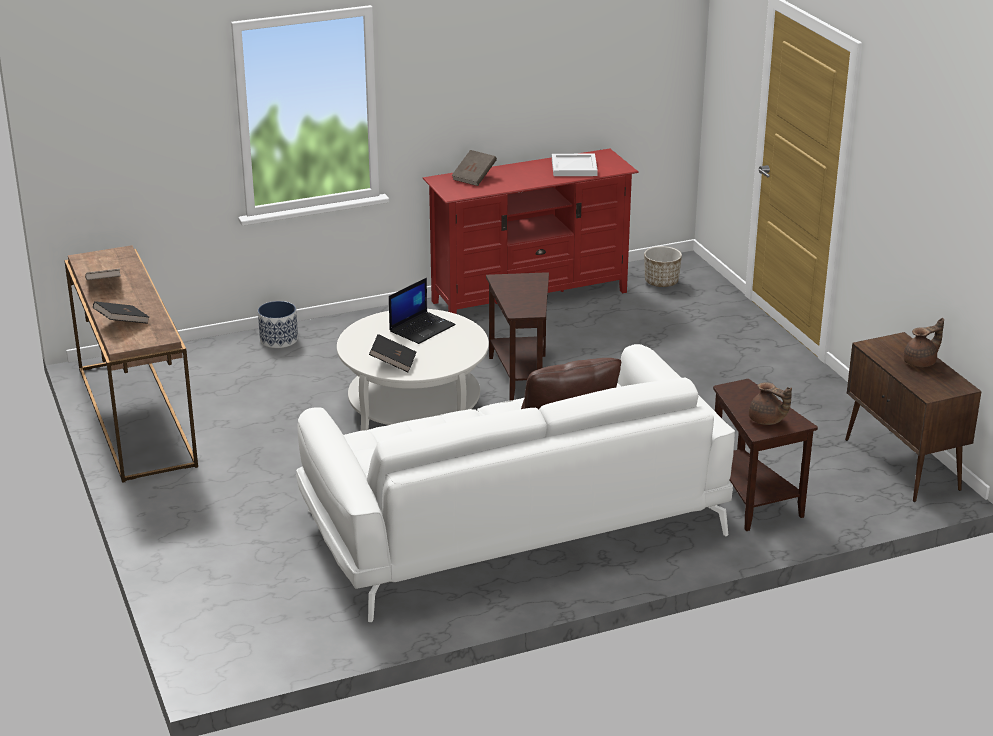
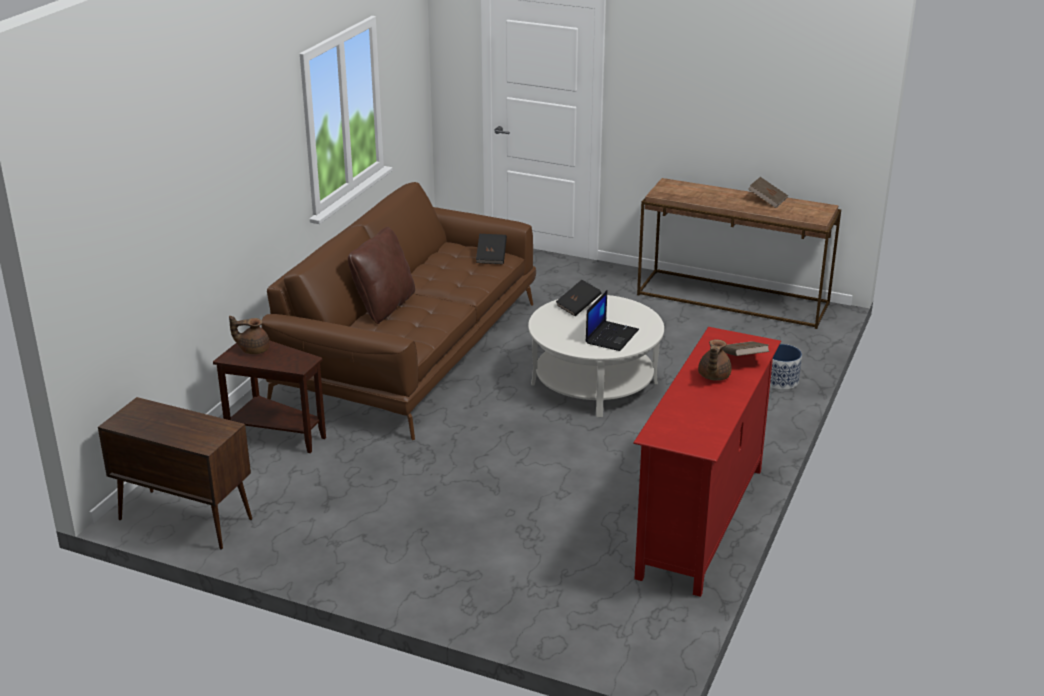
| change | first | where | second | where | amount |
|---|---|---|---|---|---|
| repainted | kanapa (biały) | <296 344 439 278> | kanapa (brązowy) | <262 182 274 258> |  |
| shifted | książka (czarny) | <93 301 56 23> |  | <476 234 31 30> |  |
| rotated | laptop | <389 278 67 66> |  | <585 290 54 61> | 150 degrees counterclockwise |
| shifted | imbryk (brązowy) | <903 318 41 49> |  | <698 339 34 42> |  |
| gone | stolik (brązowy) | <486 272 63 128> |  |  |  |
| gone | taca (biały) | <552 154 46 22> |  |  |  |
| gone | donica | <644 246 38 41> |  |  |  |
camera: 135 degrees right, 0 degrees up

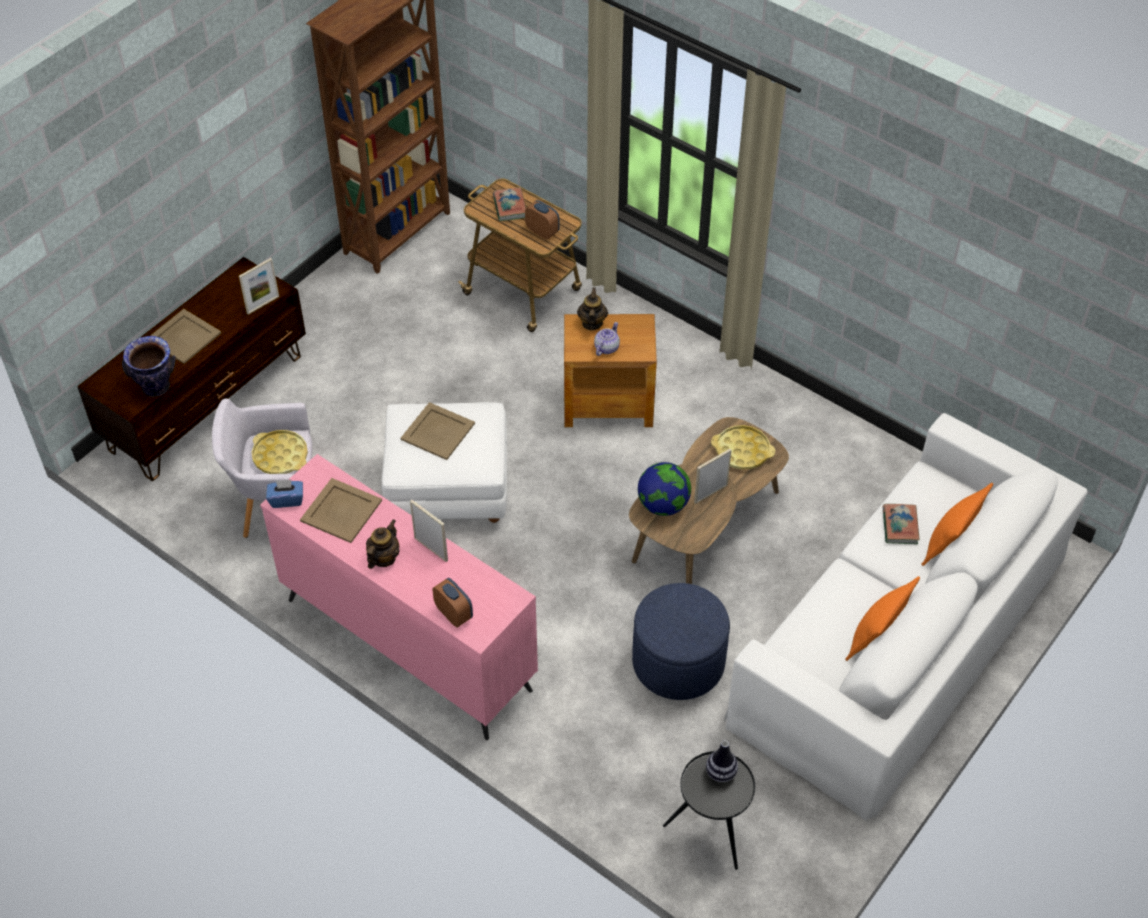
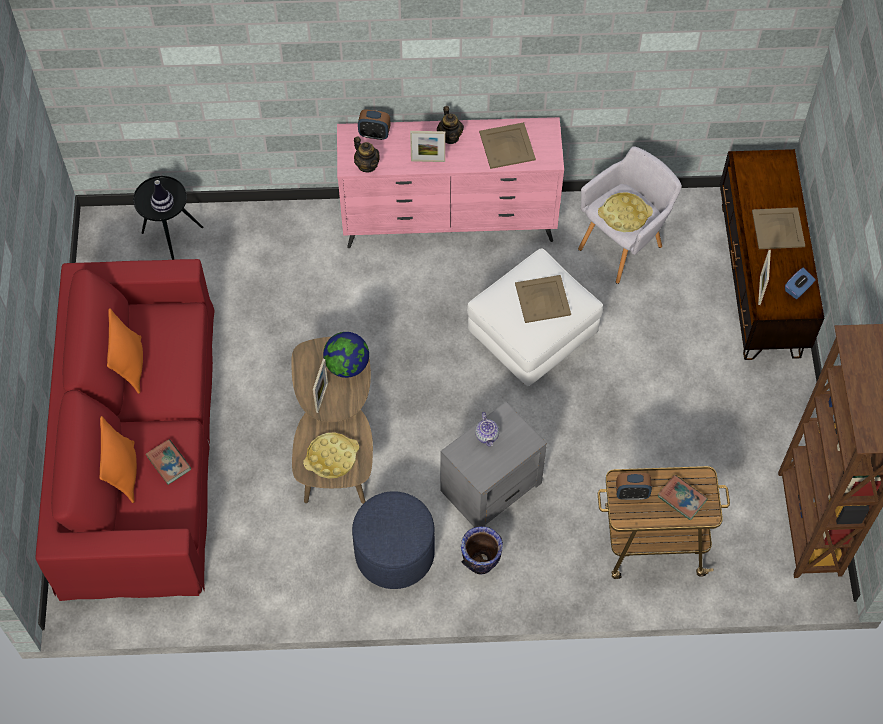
| change | first | where | second | where | amount |
|---|---|---|---|---|---|
| repainted | kanapa (biały) | <724 413 364 408> | kanapa (czerwony) | <35 259 180 342> |  |
| shifted | pufa (niebieski) | <632 583 98 117> |  | <352 491 83 98> |  |
| shifted | imbryk | <577 287 31 44> |  | <354 136 26 36> |  |
| repainted | stolik (brązowy) | <564 314 93 113> | stolik (szary) | <441 402 106 125> |  |
| shifted | wazon | <122 336 54 61> |  | <461 526 42 49> |  |
| shifted | pudełko chusteczek (niebieski) | <266 480 37 28> |  | <785 268 30 31> |  |
camera: 140 degrees right, 10 degrees up

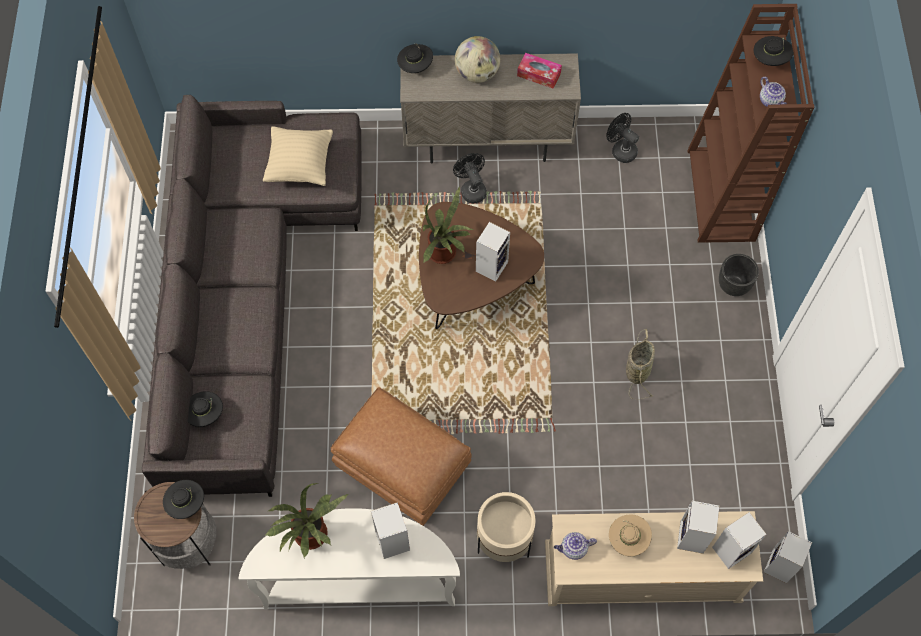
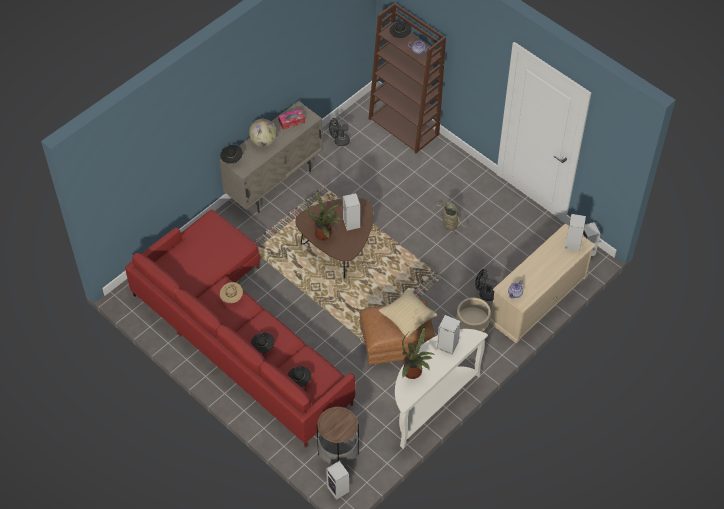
| change | first | where | second | where | amount |
|---|---|---|---|---|---|
| repainted | kanapa (szary) | <142 95 220 402> | kanapa (czerwony) | <125 210 230 238> |  |
| shifted | kapelusz (beżowy) | <609 514 43 43> |  | <220 282 23 21> |  |
| shifted | kapelusz (czarny) | <163 480 41 39> |  | <251 333 23 20> |  |
| shifted | głośnik | <677 501 42 53> |  | <326 461 23 39> |  |
| shifted | poduszka (beżowy) | <263 127 70 59> |  | <379 288 58 49> |  |
| shifted | wentylator (czarny) | <453 153 34 51> |  | <475 269 22 32> |  |
| gone | donica (czarny) | <719 254 40 42> |  |  |  |
camera: 45 degrees left, 10 degrees down

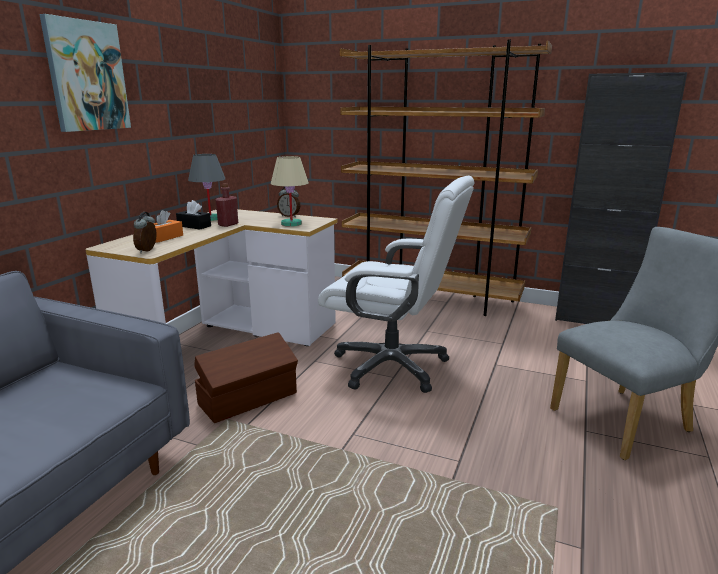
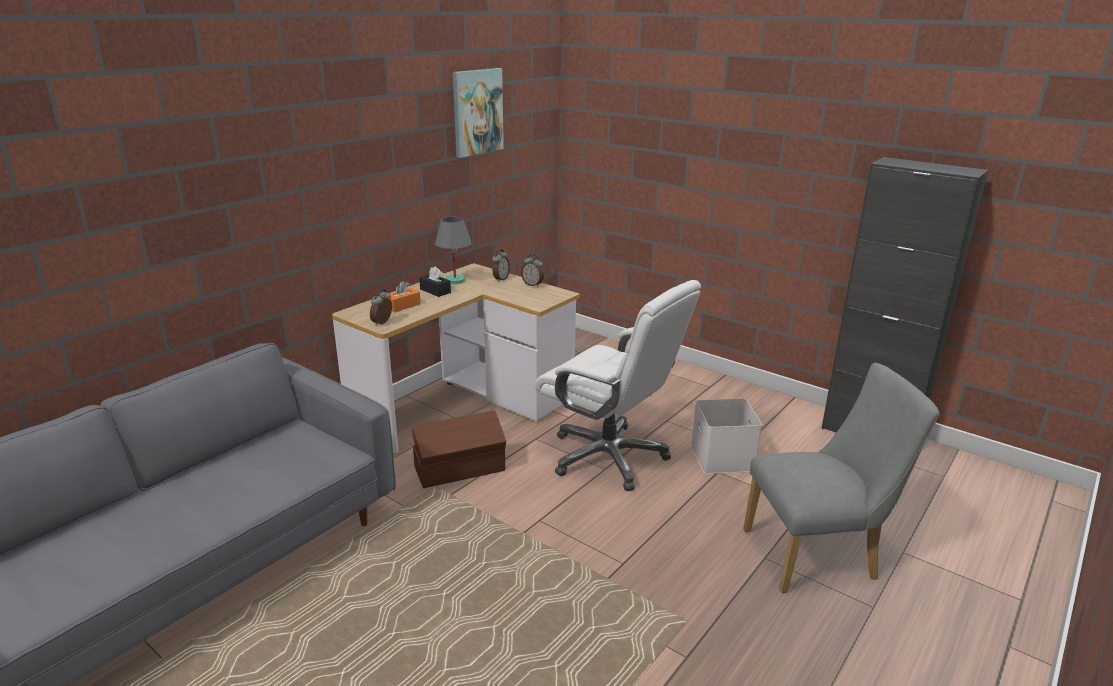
| change | first | where | second | where | amount |
|---|---|---|---|---|---|
| shifted | obraz | <39 14 92 118> |  | <453 68 51 90> |  |
| new |  |  | budzik | <492 249 18 33> |  |
| new |  |  | pojemnik do przechowywania (biały) | <691 398 71 76> |  |
| gone | butelka (czerwony) | <216 183 22 44> |  |  |  |
| gone | lampa stołowa (beżowy) | <271 156 38 71> |  |  |  |
| gone | regał (brązowy) | <340 39 212 277> |  |  |  |
camera: 15 degrees right, 5 degrees up

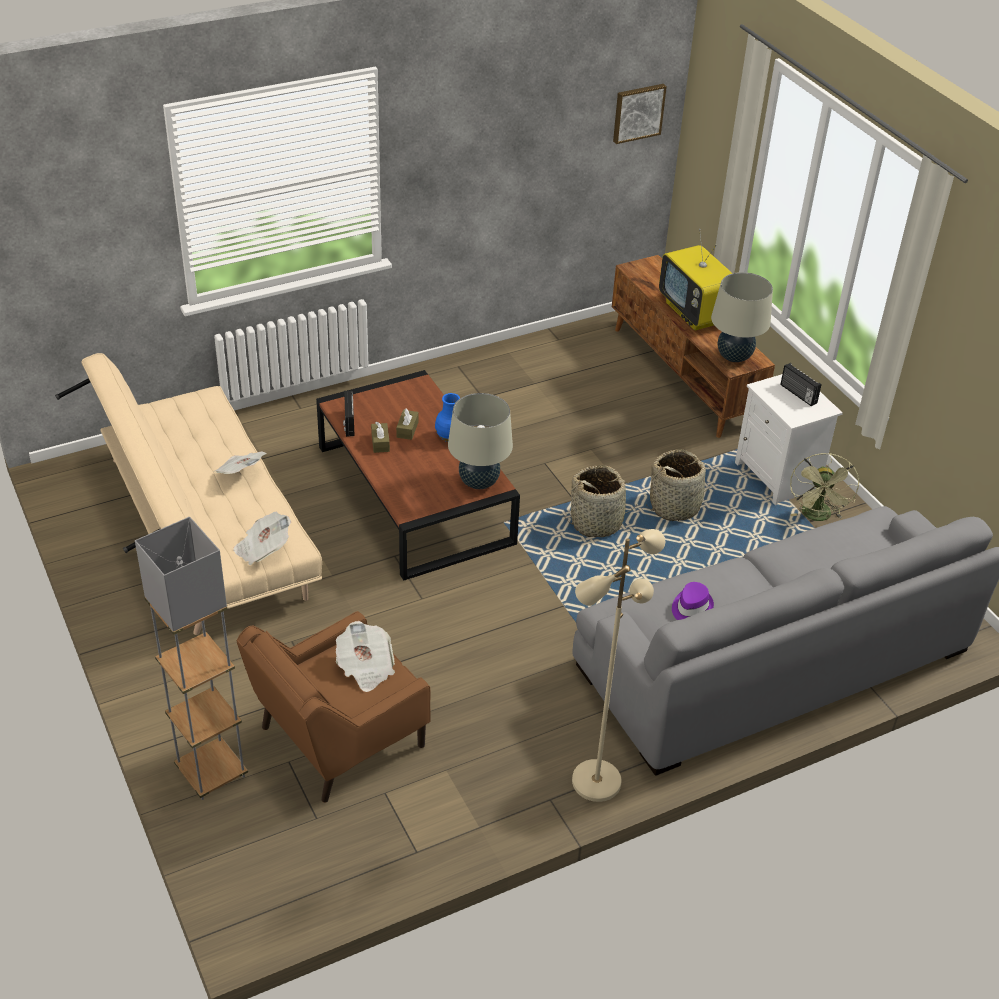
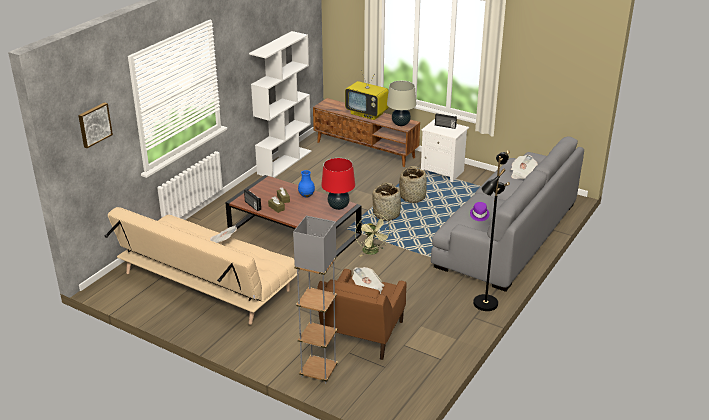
| change | first | where | second | where | amount |
|---|---|---|---|---|---|
| shifted | obraz | <613 84 54 60> |  | <78 102 35 46> |  |
| new |  |  | regał (biały) | <249 31 62 147> |  |
| repainted | lampa stołowa (beżowy) | <448 393 65 96> | lampa stołowa (czerwony) | <321 158 34 52> |  |
| shifted | wentylator (zielony) | <790 453 69 68> |  | <355 214 37 43> |  |
| repainted | lampa stojąca (beżowy) | <572 529 93 273> | lampa stojąca (czarny) | <473 150 37 161> |  |
| shifted | gazeta | <233 512 58 53> |  | <511 155 27 24> |  |
camera: 30 degrees left, 10 degrees down

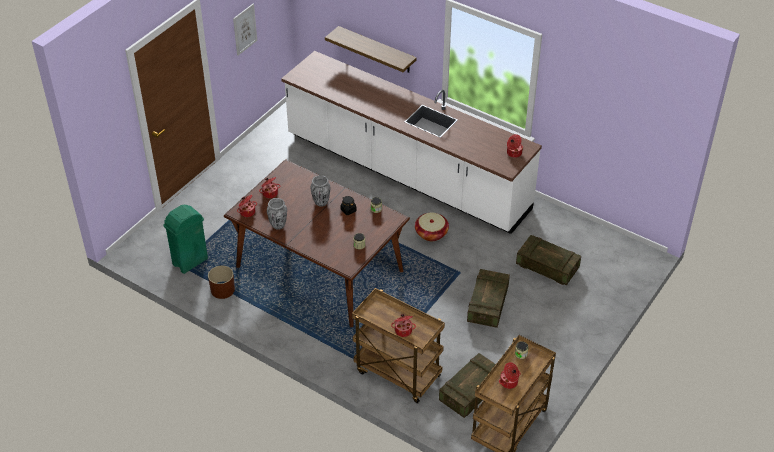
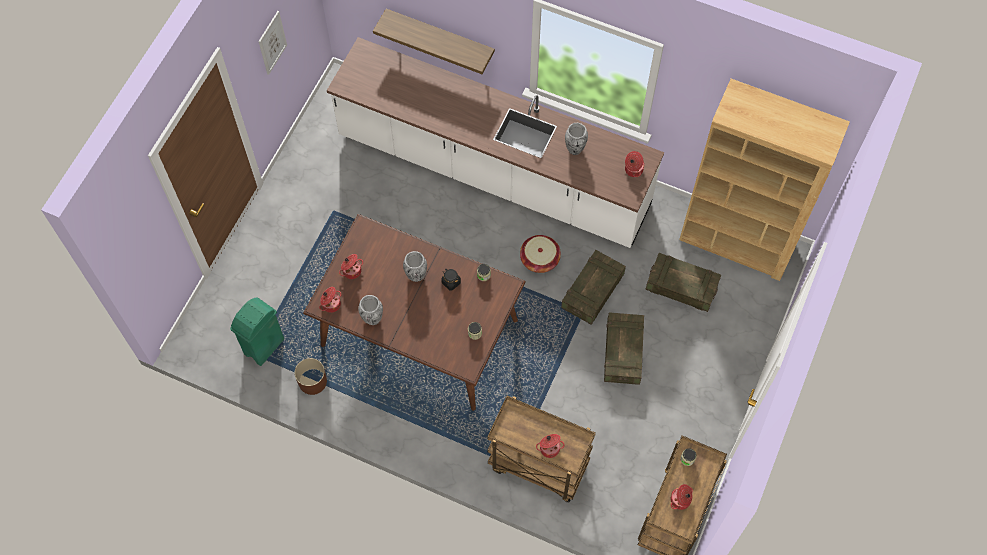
| change | first | where | second | where | amount |
|---|---|---|---|---|---|
| shifted | skrzynka | <439 353 57 65> |  | <561 250 65 75> |  |
| new |  |  | wazon | <565 123 23 32> |  |
| new |  |  | regał (brązowy) | <679 79 171 202> |  |
camera: 10 degrees left, 20 degrees up

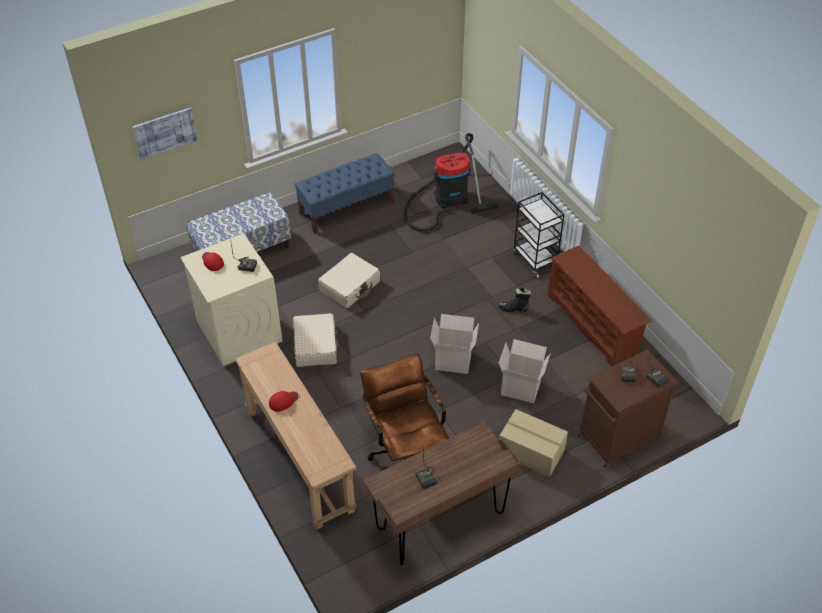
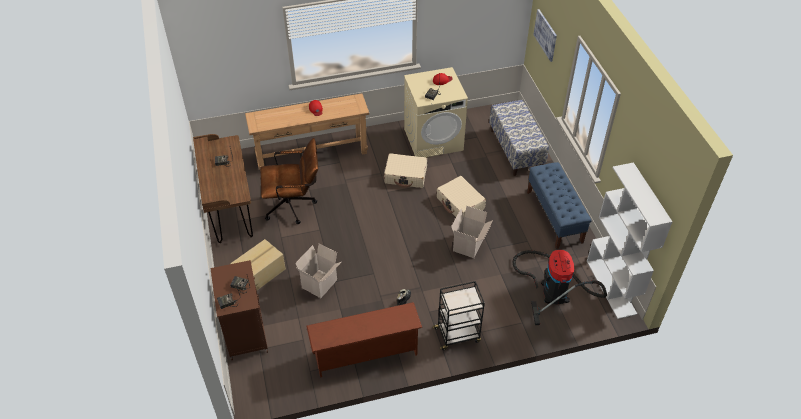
| change | first | where | second | where | amount |
|---|---|---|---|---|---|
| shifted | karton | <430 314 49 60> |  | <451 206 42 52> |  |
| new |  |  | regał (biały) | <587 162 86 157> |  |
camera: 105 degrees right, 0 degrees up

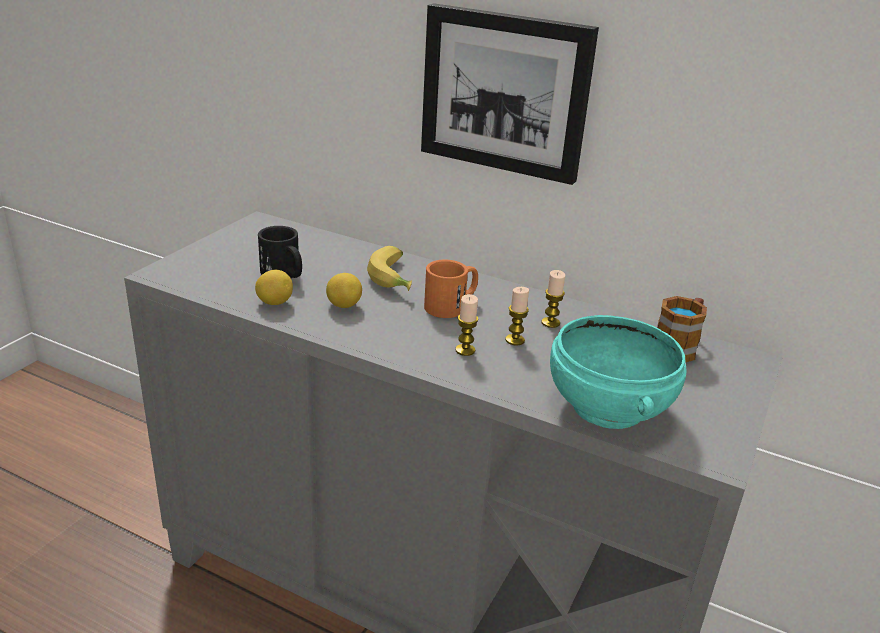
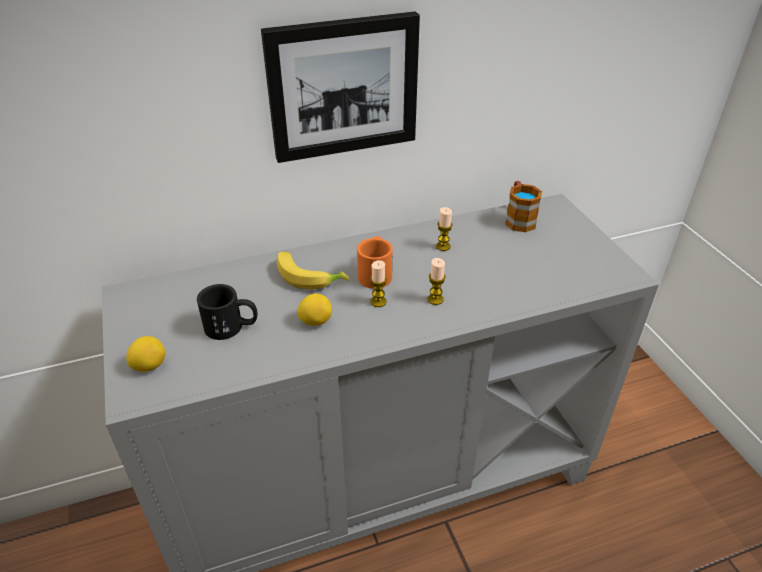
| change | first | where | second | where | amount |
|---|---|---|---|---|---|
| shifted | cytryna | <255 270 38 35> |  | <126 336 39 36> |  |
| shifted | świeca | <505 287 24 58> |  | <370 260 17 47> |  |
| gone | miska (turkusowy) | <550 315 137 114> |  |  |  |
camera: 45 degrees left, 10 degrees up

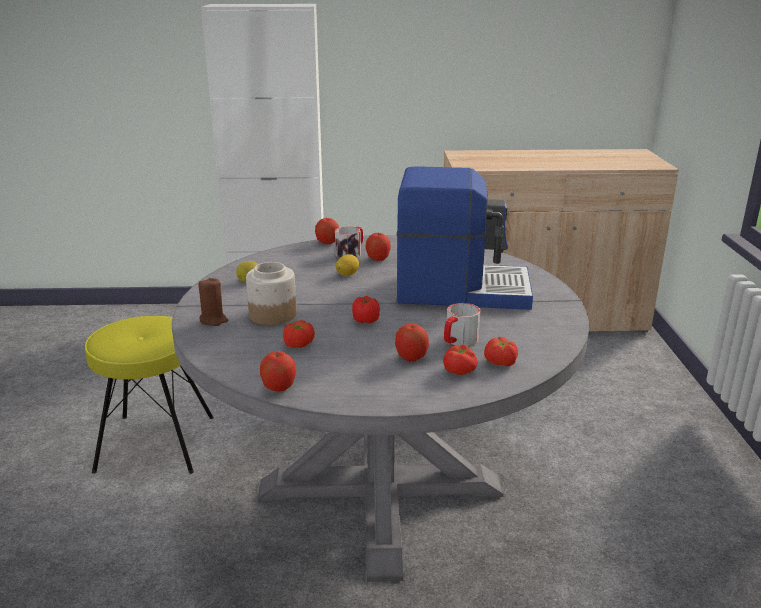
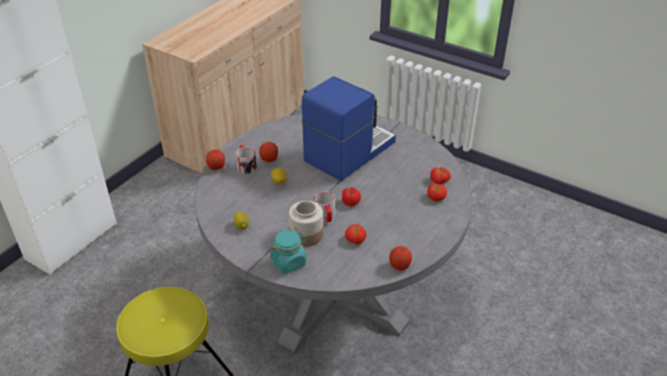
| change | first | where | second | where | amount |
|---|---|---|---|---|---|
| swapped | świeca (brązowy) | <198 277 30 49> | słoik (turkusowy) | <270 230 36 44> |  |
| shifted | kubek | <444 303 37 43> |  | <314 191 21 31> |  |
| gone | jabłko | <395 324 34 38> |  |  |  |
camera: 55 degrees left, 15 degrees up

